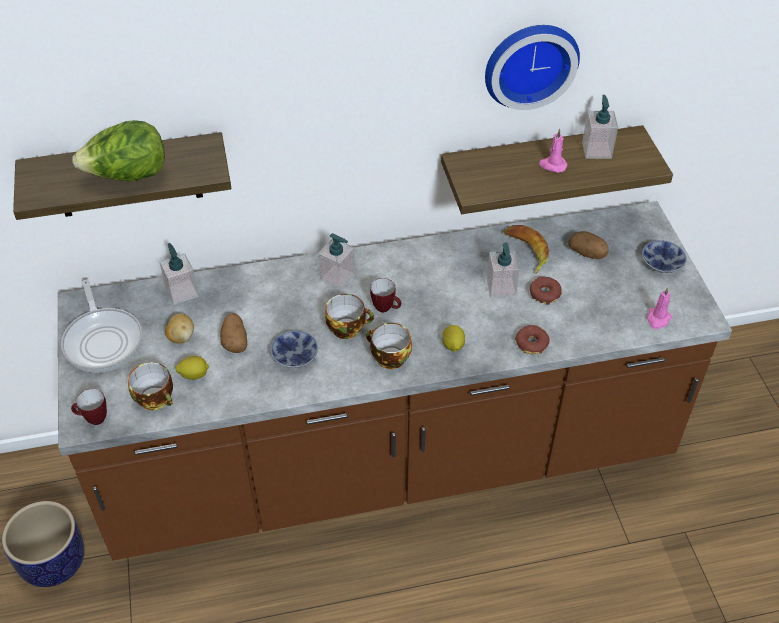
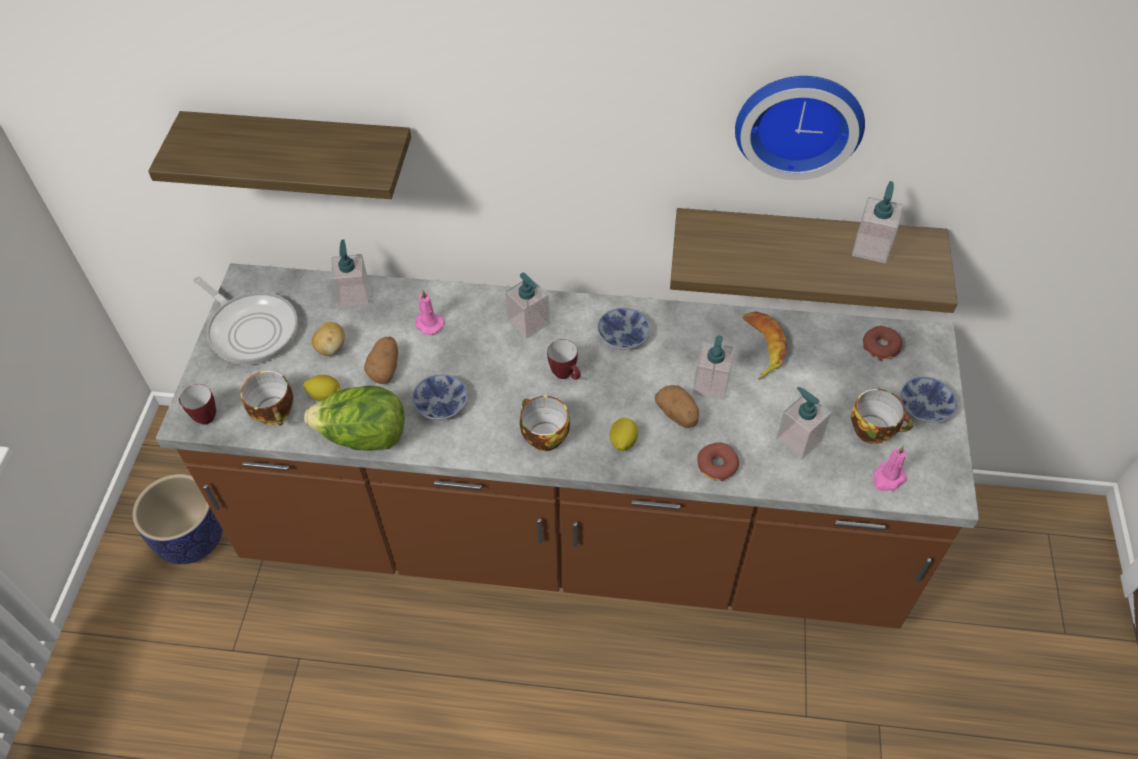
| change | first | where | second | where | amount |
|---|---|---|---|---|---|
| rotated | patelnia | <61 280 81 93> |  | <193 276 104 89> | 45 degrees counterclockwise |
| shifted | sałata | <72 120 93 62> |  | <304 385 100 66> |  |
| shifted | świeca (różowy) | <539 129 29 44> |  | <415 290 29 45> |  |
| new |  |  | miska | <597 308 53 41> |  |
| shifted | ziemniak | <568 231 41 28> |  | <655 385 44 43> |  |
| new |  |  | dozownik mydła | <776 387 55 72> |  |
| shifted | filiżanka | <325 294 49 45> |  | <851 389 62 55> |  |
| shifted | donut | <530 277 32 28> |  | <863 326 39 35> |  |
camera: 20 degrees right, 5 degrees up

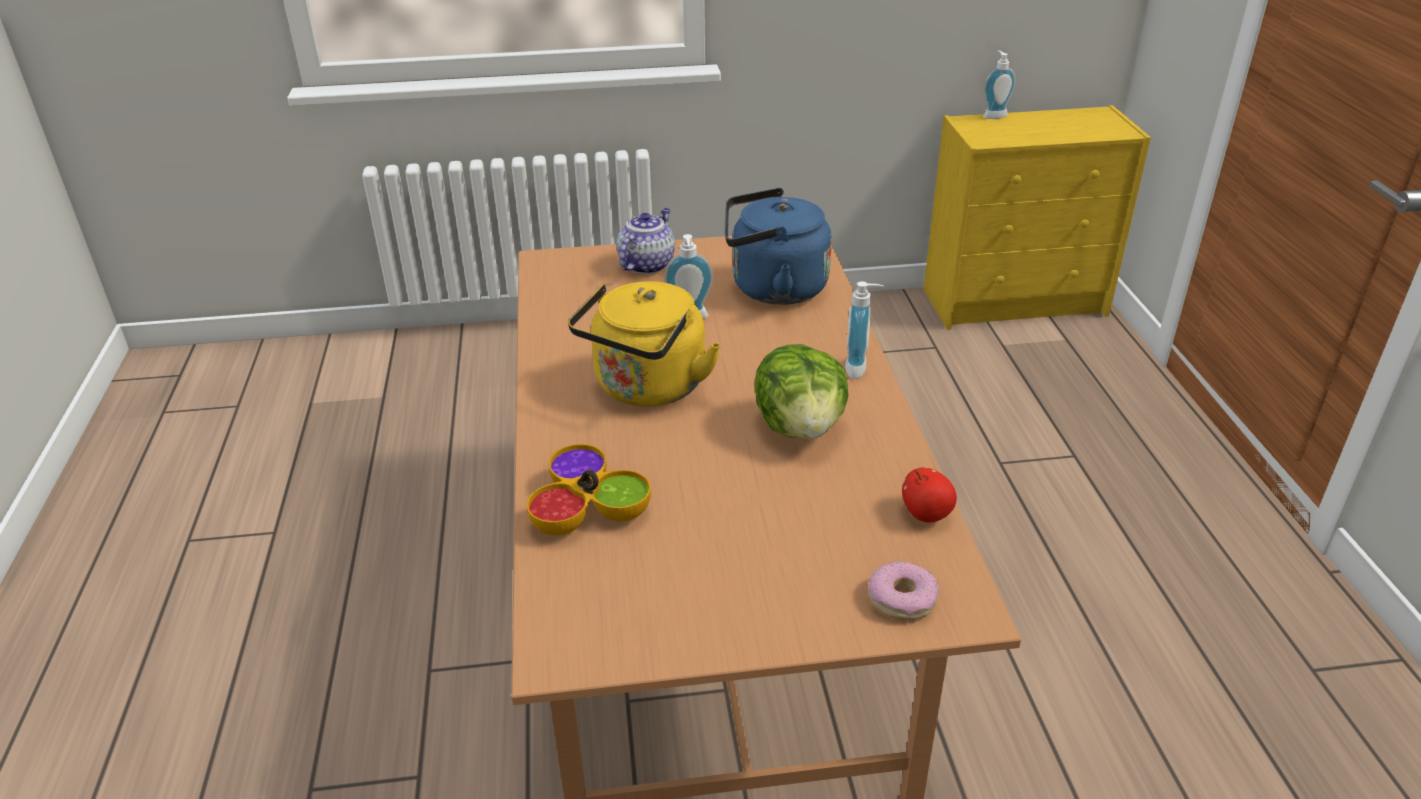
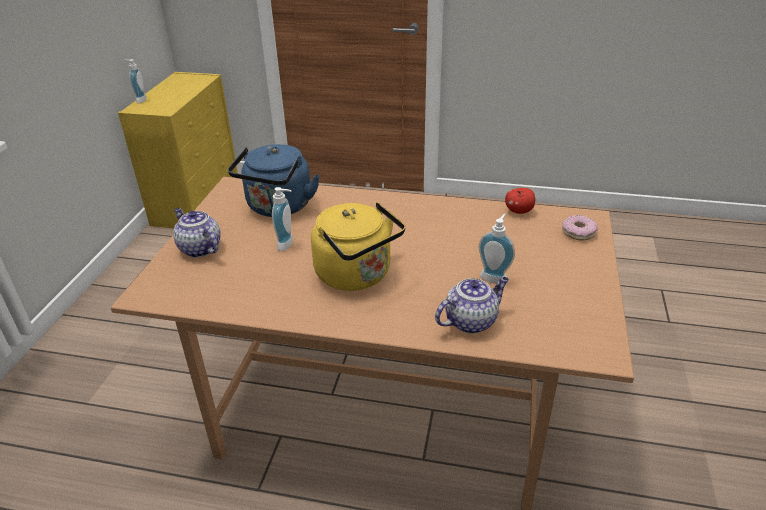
| change | first | where | second | where | amount |
|---|---|---|---|---|---|
| swapped | miska | <527 444 124 91> | imbryk | <435 277 74 57> |  |
| shifted | dozownik mydła | <845 281 39 98> |  | <479 213 36 71> |  |
| gone | sałata | <754 344 95 95> |  |  |  |
camera: 70 degrees left, 0 degrees up

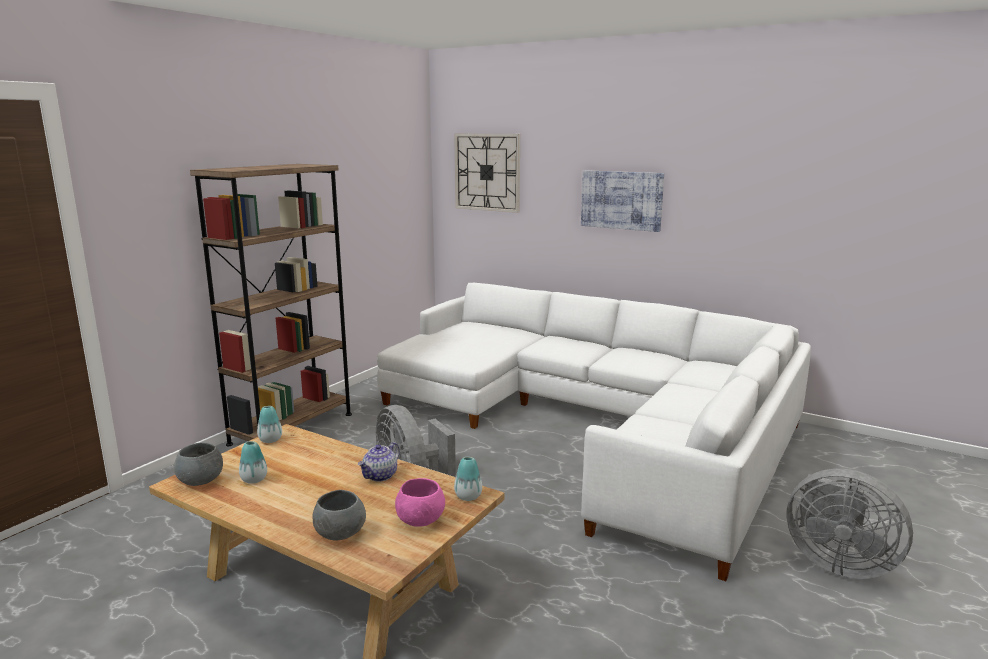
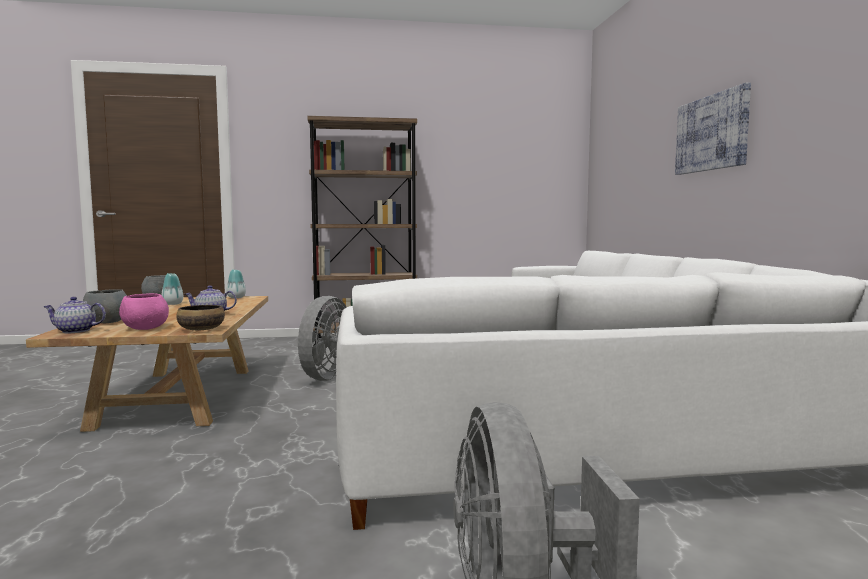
| change | first | where | second | where | amount |
|---|---|---|---|---|---|
| new |  |  | imbryk | <43 297 63 36> |  |
| swapped | wazon | <454 457 28 44> | miska | <176 305 49 25> |  |
| gone | zegar ścienny | <454 134 66 79> |  |  |  |
camera: 50 degrees right, 10 degrees down

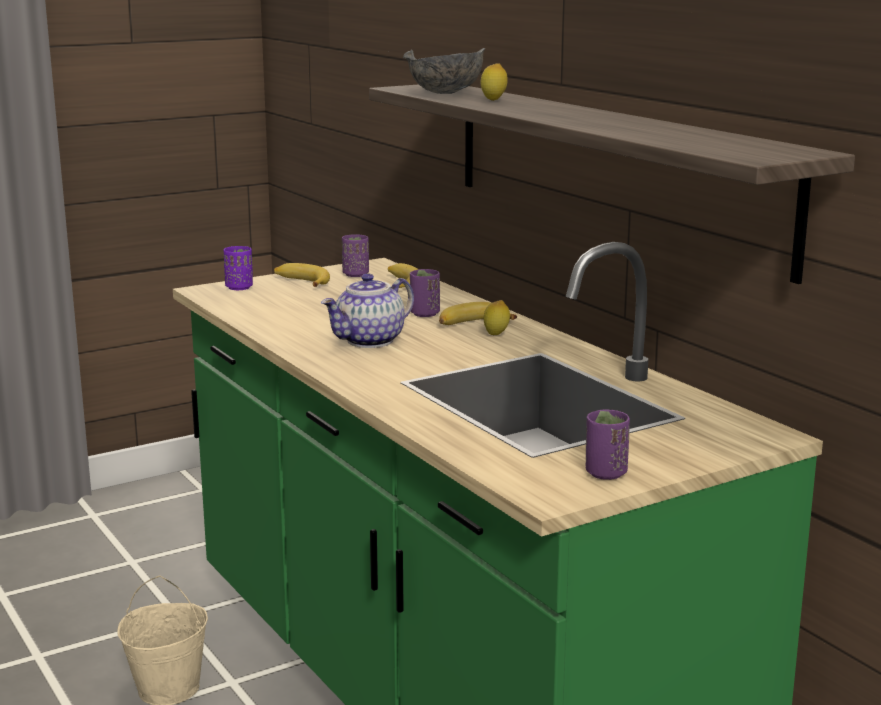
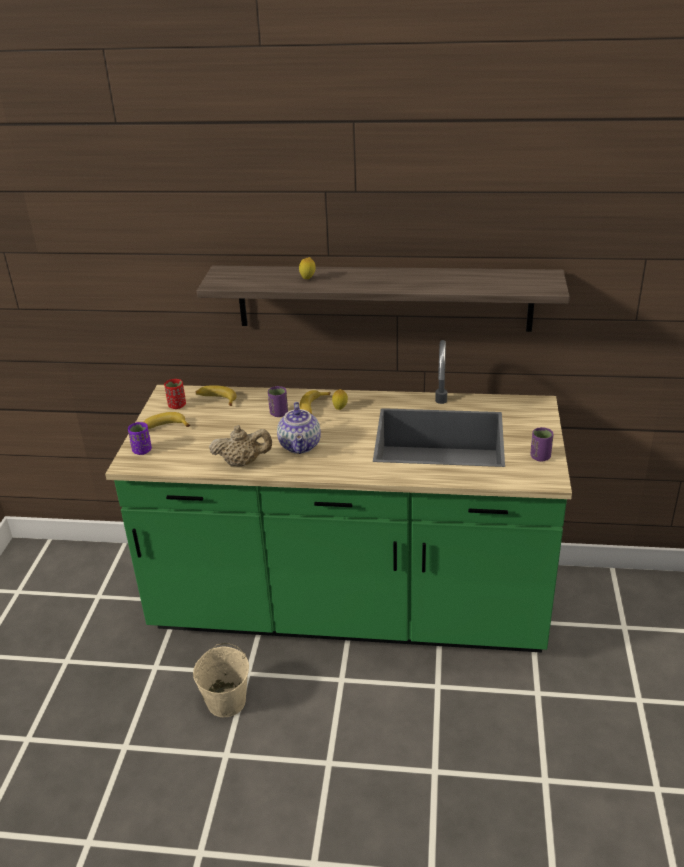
| change | first | where | second | where | amount |
|---|---|---|---|---|---|
| repainted | filiżanka (fioletowy) | <342 234 27 43> | filiżanka (czerwony) | <164 379 22 30> |  |
| new |  |  | imbryk (beżowy) | <209 425 63 42> |  |
| gone | miska (szary) | <403 48 82 46> |  |  |  |
camera: 50 degrees left, 15 degrees up

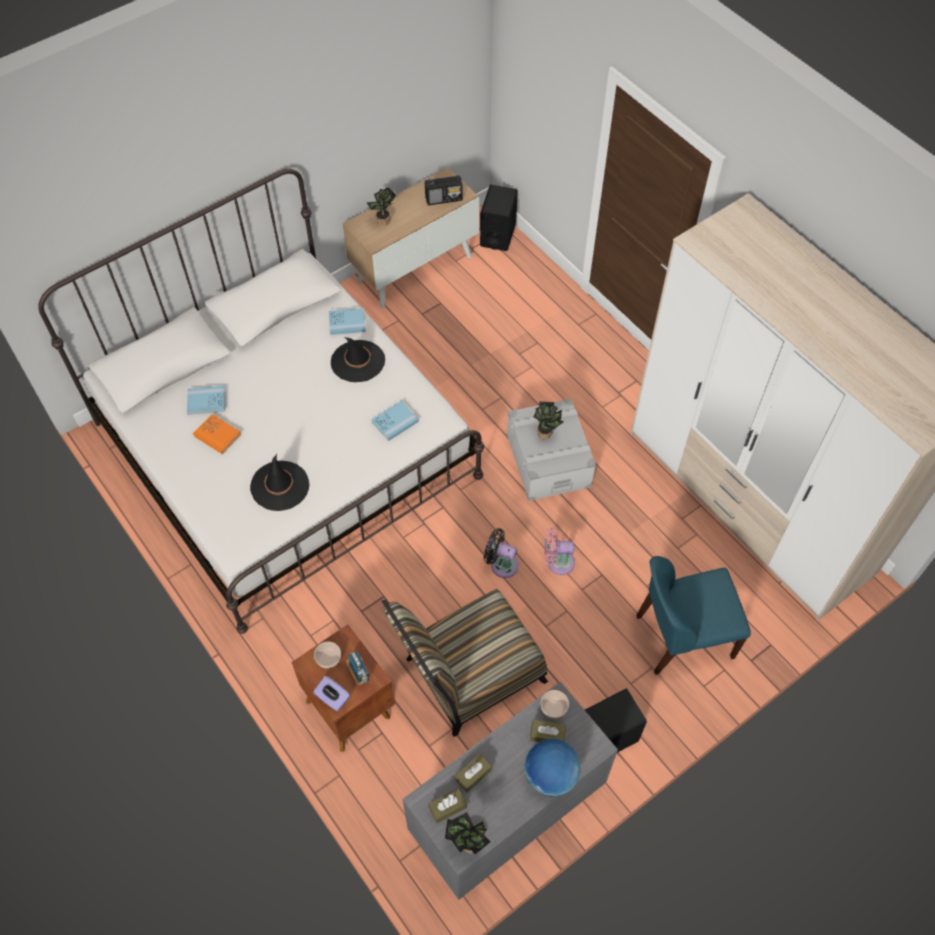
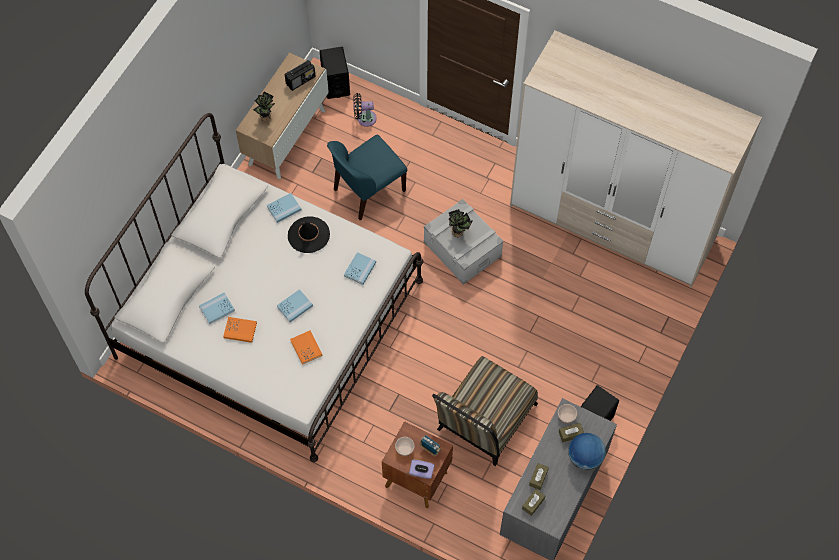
| change | first | where | second | where | amount |
|---|---|---|---|---|---|
| new |  |  | książka (niebieski) | <277 289 36 33> |  |
| swapped | kapelusz (czarny) | <250 454 59 57> | książka (pomarańczowy) | <290 331 33 34> |  |
| shifted | krzesło (niebieski) | <636 556 115 119> |  | <327 135 80 85> |  |
| shifted | wentylator (czarny) | <484 528 35 50> |  | <353 93 24 34> |  |
| gone | roślina doniczkowa | <445 812 46 42> |  |  |  |
| gone | wentylator (różowy) | <545 528 30 47> |  |  |  |
camera: 25 degrees left, 5 degrees up

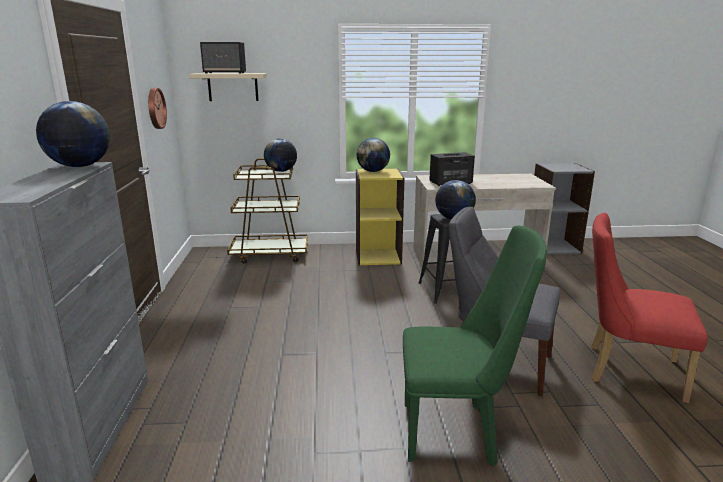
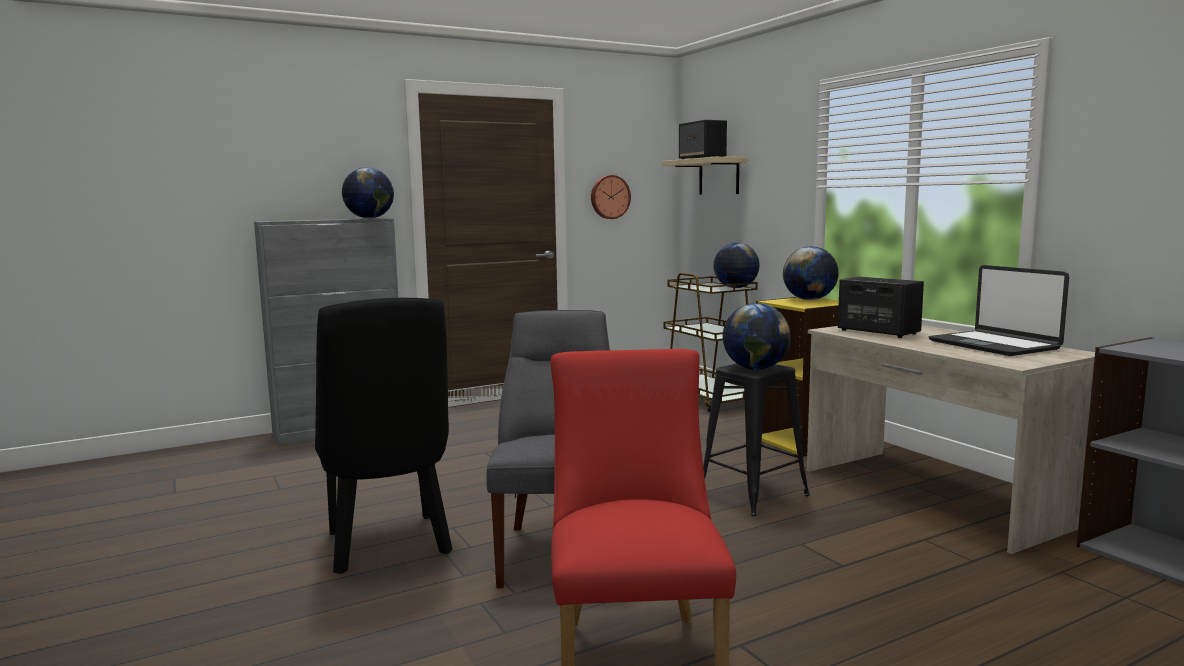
| change | first | where | second | where | amount |
|---|---|---|---|---|---|
| repainted | krzesło (zielony) | <403 226 144 241> | krzesło (czarny) | <315 298 138 276> |  |
| new |  |  | laptop | <929 265 140 91> |  |
camera: 65 degrees right, 10 degrees down

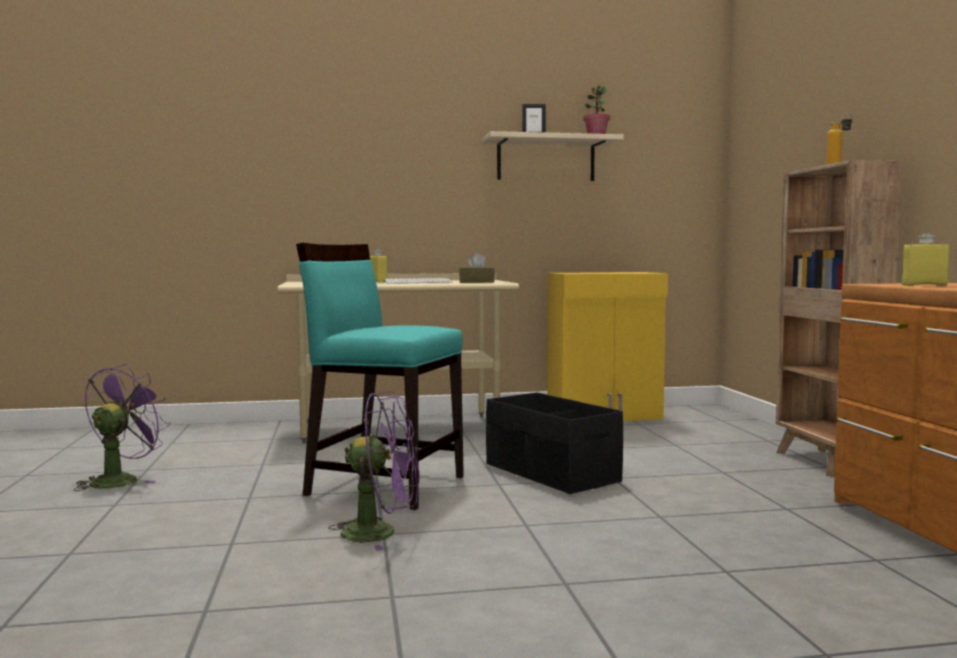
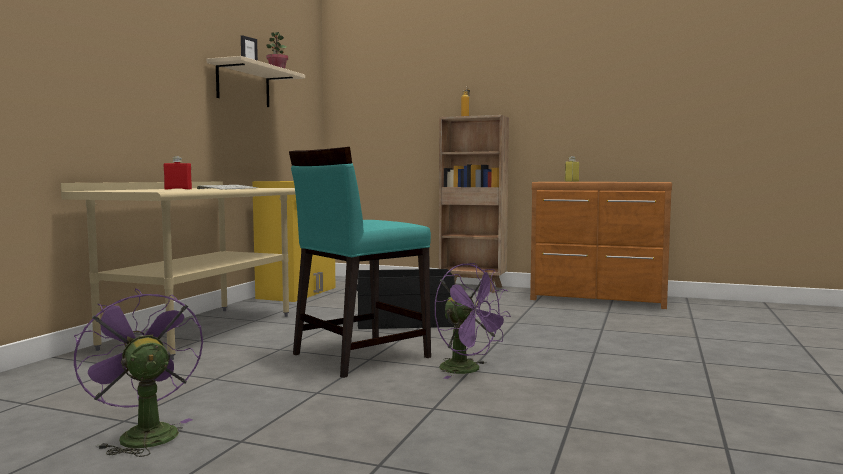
| change | first | where | second | where | amount |
|---|---|---|---|---|---|
| repainted | butelka (żółty) | <370 249 17 33> | butelka (czerwony) | <164 156 28 34> |  |
| rotated | wentylator (fioletowy) | <328 391 91 160> |  | <434 263 77 116> | 105 degrees clockwise |
| gone | pudełko chusteczek (brązowy) | <459 253 36 30> |  |  |  |
camera: 60 degrees left, 0 degrees up

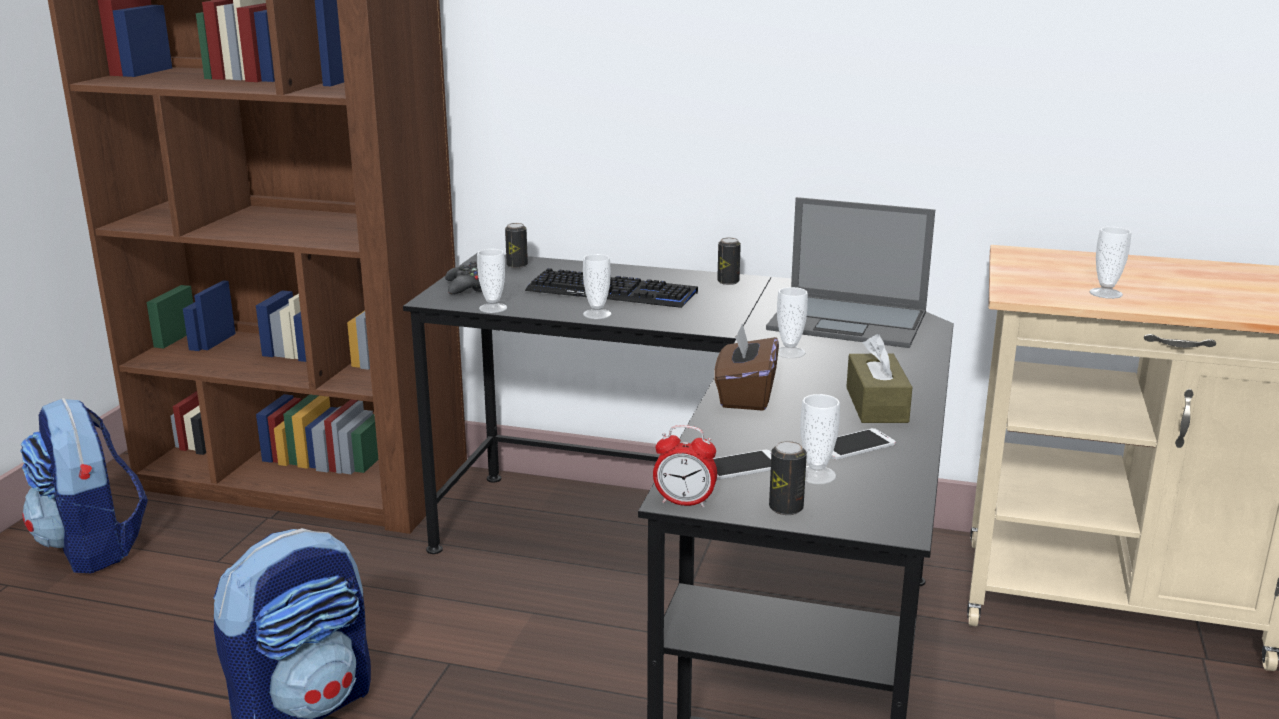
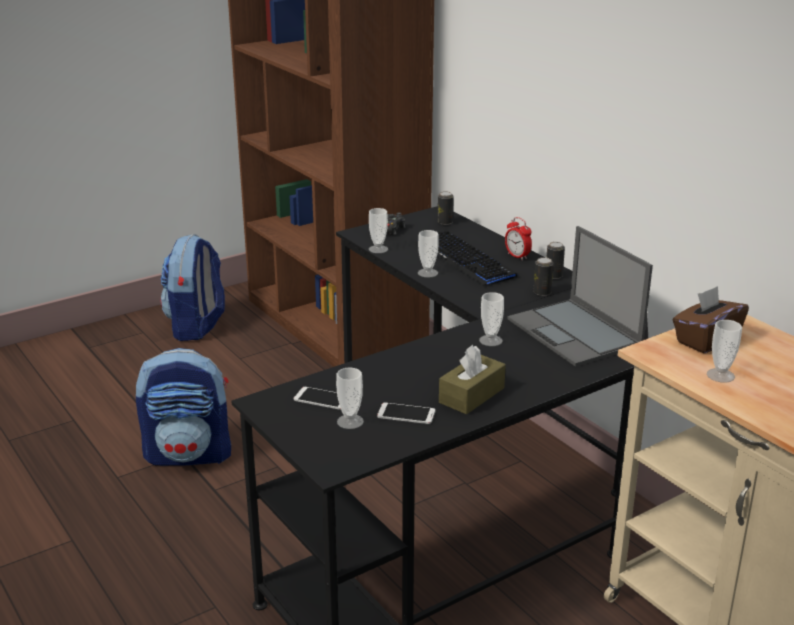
| change | first | where | second | where | amount |
|---|---|---|---|---|---|
| shifted | budzik | <653 425 64 83> |  | <505 217 27 43> |  |
| shifted | puszka | <769 441 38 74> |  | <534 257 20 39> |  |
| shifted | pudełko chusteczek (brązowy) | <714 324 65 87> |  | <673 286 76 68> |  |
camera: 40 degrees right, 5 degrees up

